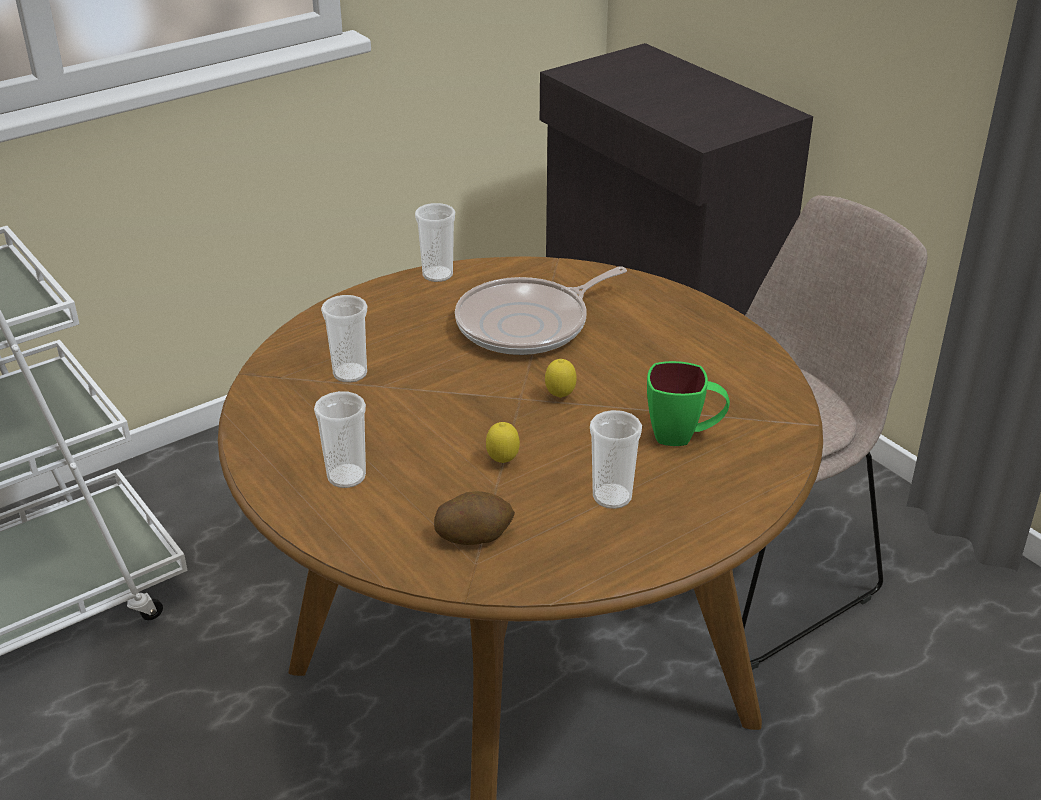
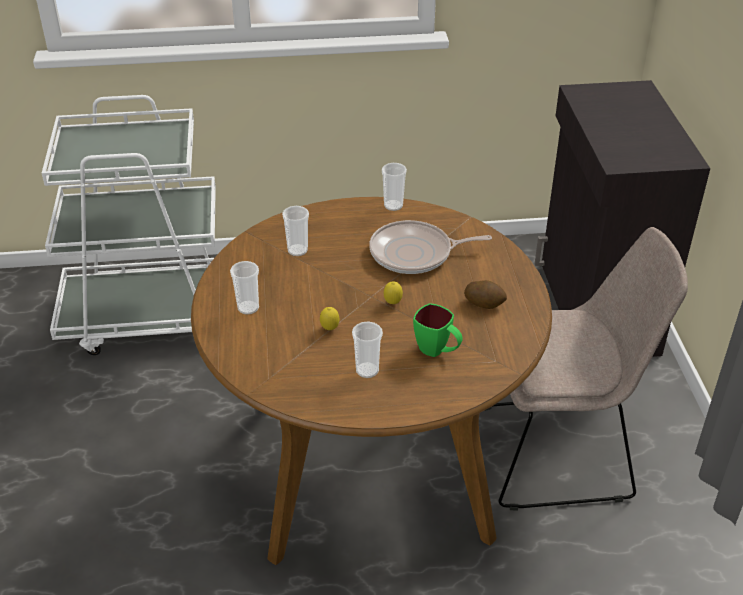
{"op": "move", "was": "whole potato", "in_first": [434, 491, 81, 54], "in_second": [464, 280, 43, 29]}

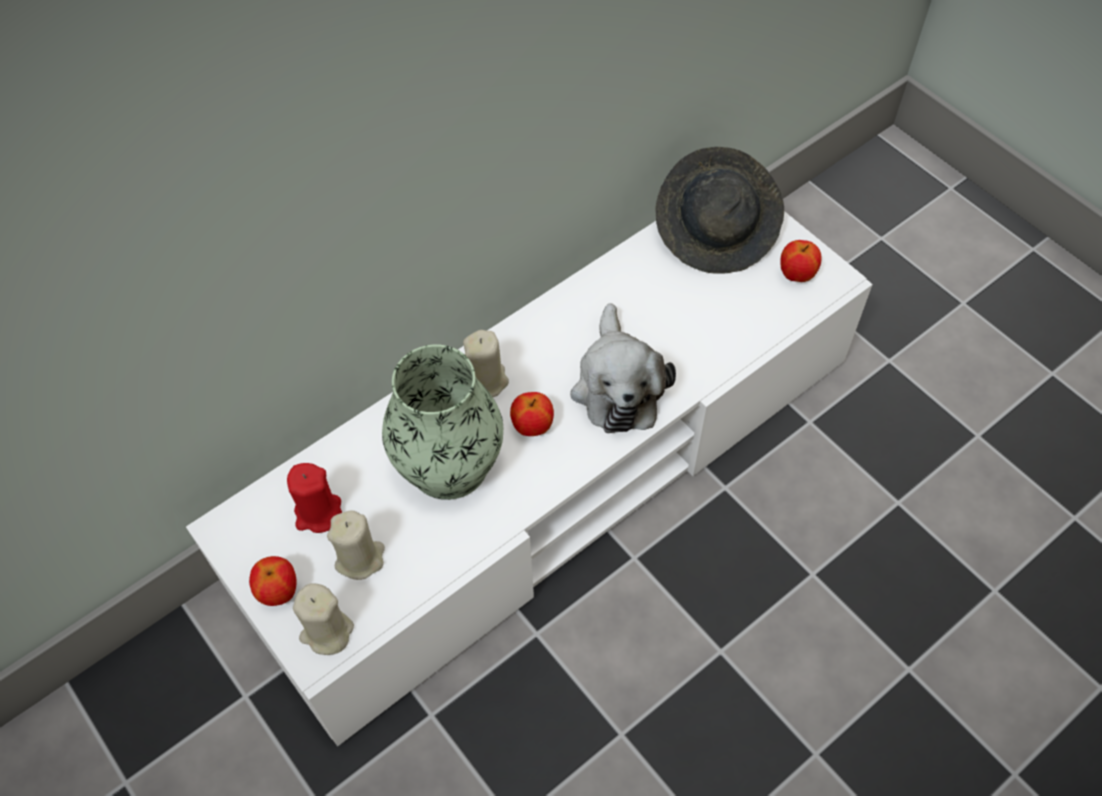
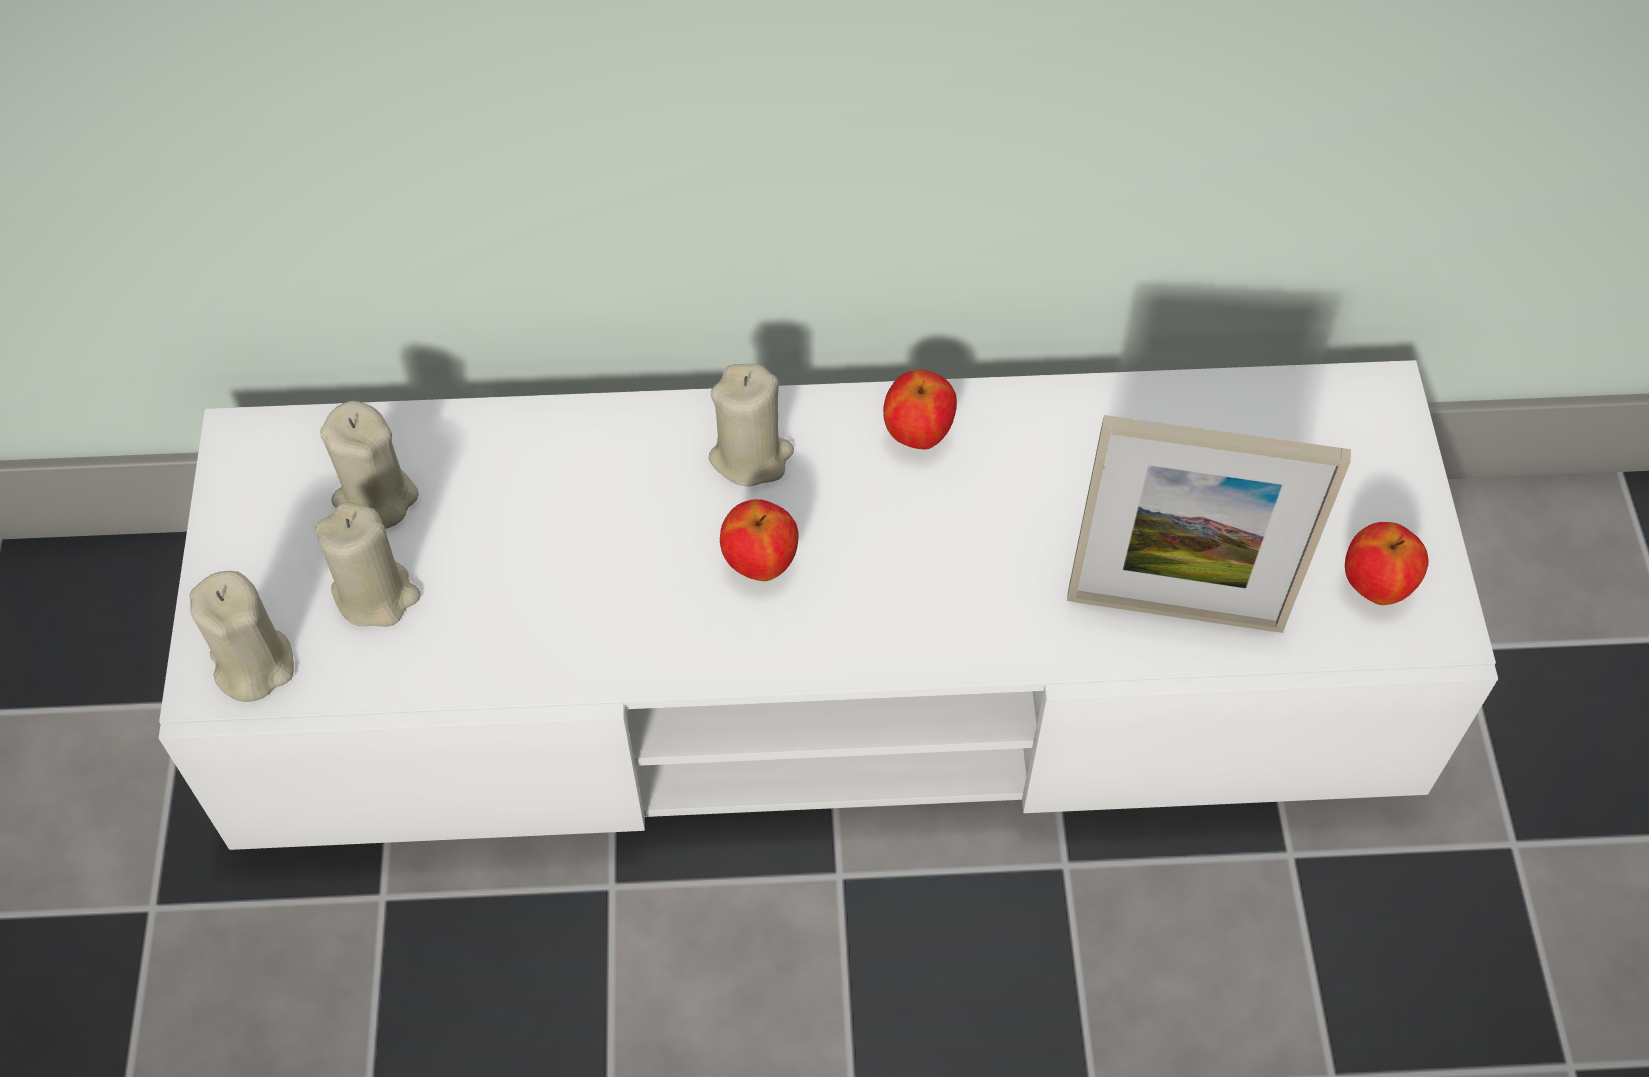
{"op": "delete", "was": "grey hat", "in_first": [656, 147, 128, 127]}
{"op": "delete", "was": "plush toy", "in_first": [570, 303, 106, 130]}
{"op": "delete", "was": "flower vase", "in_first": [382, 344, 121, 156]}
{"op": "recolor", "was": "red wax candle", "now": "beige wax candle", "in_first": [287, 463, 55, 70], "in_second": [320, 401, 99, 128]}
{"op": "move", "was": "apple fruit", "in_first": [249, 556, 48, 50], "in_second": [883, 369, 74, 80]}
{"op": "insert", "now": "standing frame", "in_second": [1067, 415, 284, 218]}

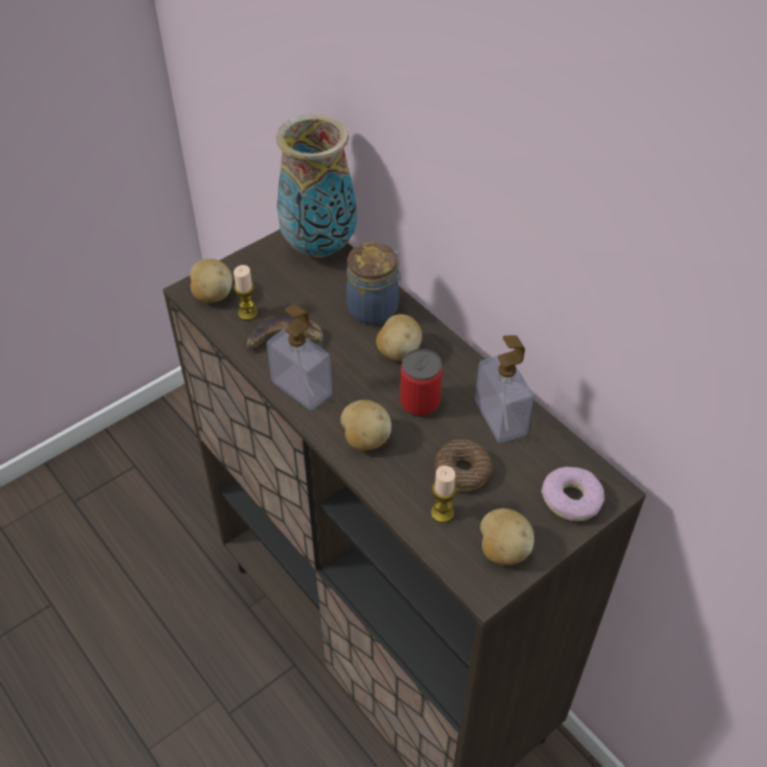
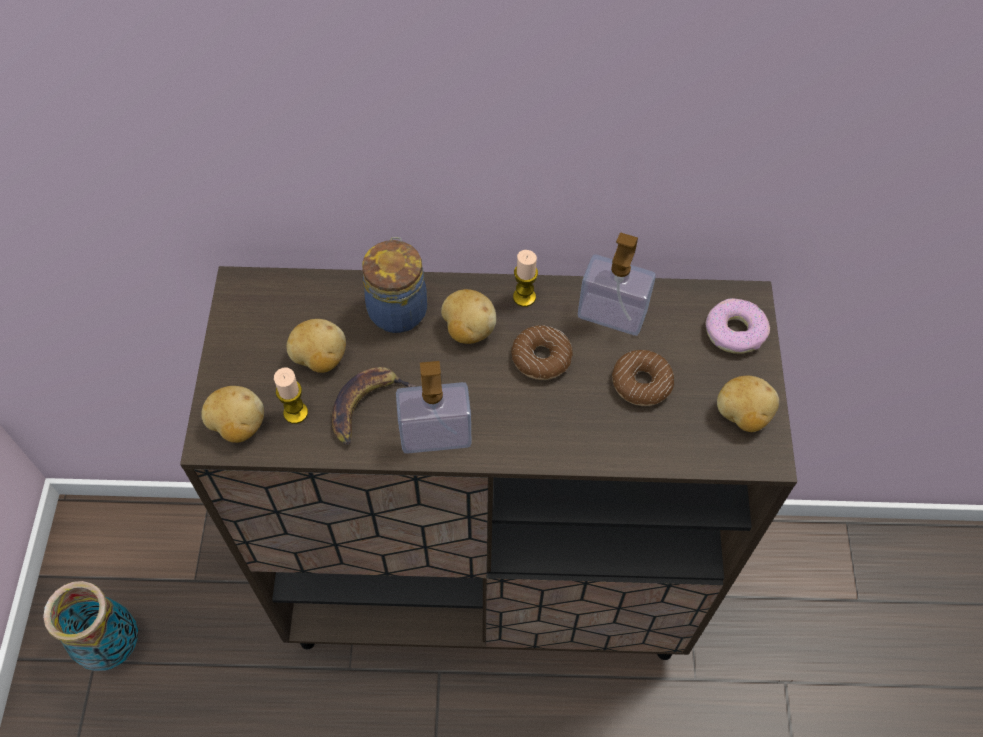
{"op": "move", "was": "flower vase", "in_first": [276, 114, 81, 144], "in_second": [43, 581, 95, 90]}
{"op": "replace", "was": "can", "now": "donut", "in_first": [400, 349, 43, 68], "in_second": [511, 325, 62, 55]}
{"op": "move", "was": "whole potato", "in_first": [341, 400, 50, 50], "in_second": [287, 319, 59, 54]}
{"op": "move", "was": "wax candle", "in_first": [431, 465, 26, 58], "in_second": [513, 250, 25, 57]}

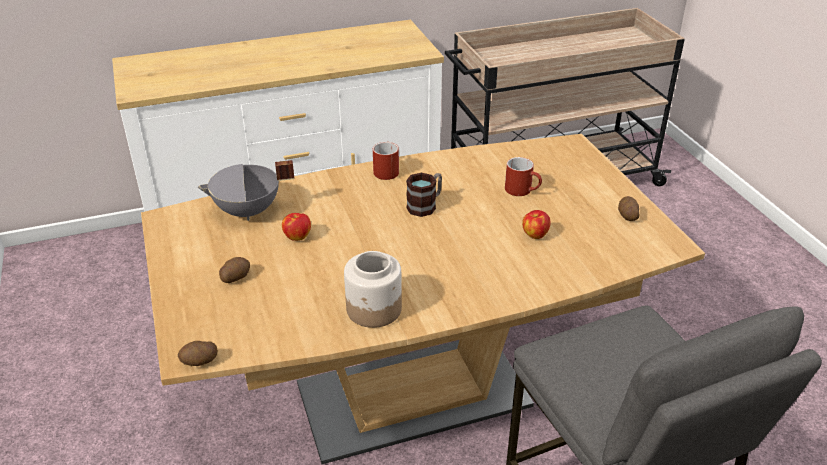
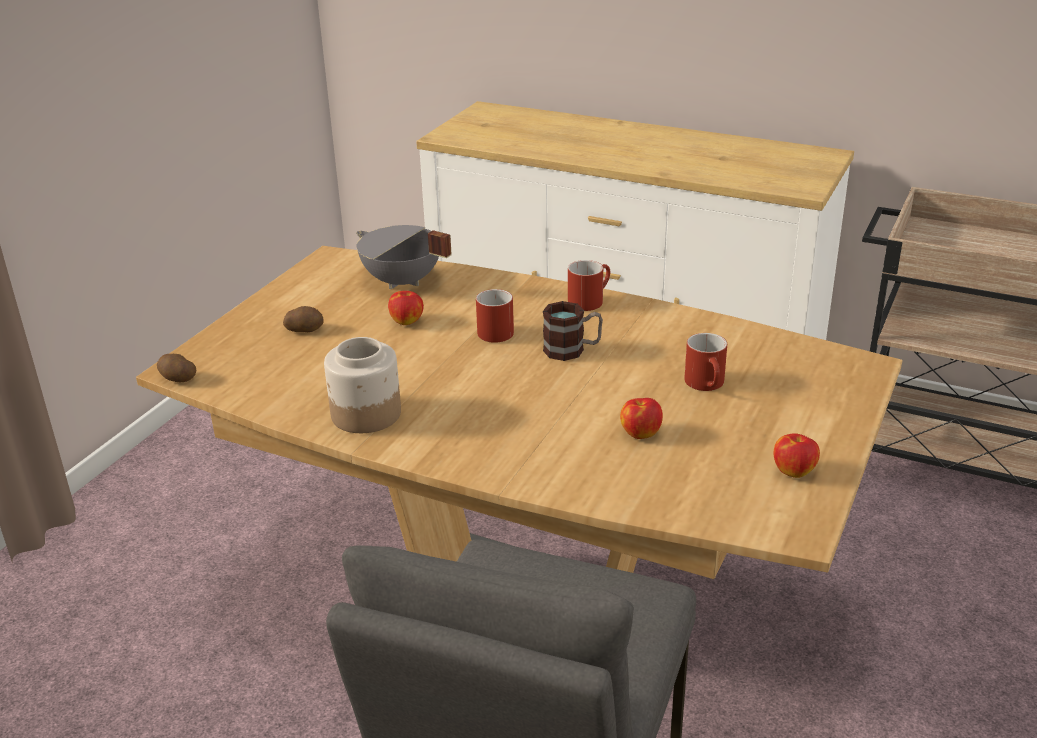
{"op": "replace", "was": "whole potato", "now": "apple fruit", "in_first": [618, 196, 21, 25], "in_second": [773, 433, 47, 45]}
{"op": "insert", "now": "red tea mug", "in_second": [476, 289, 38, 54]}

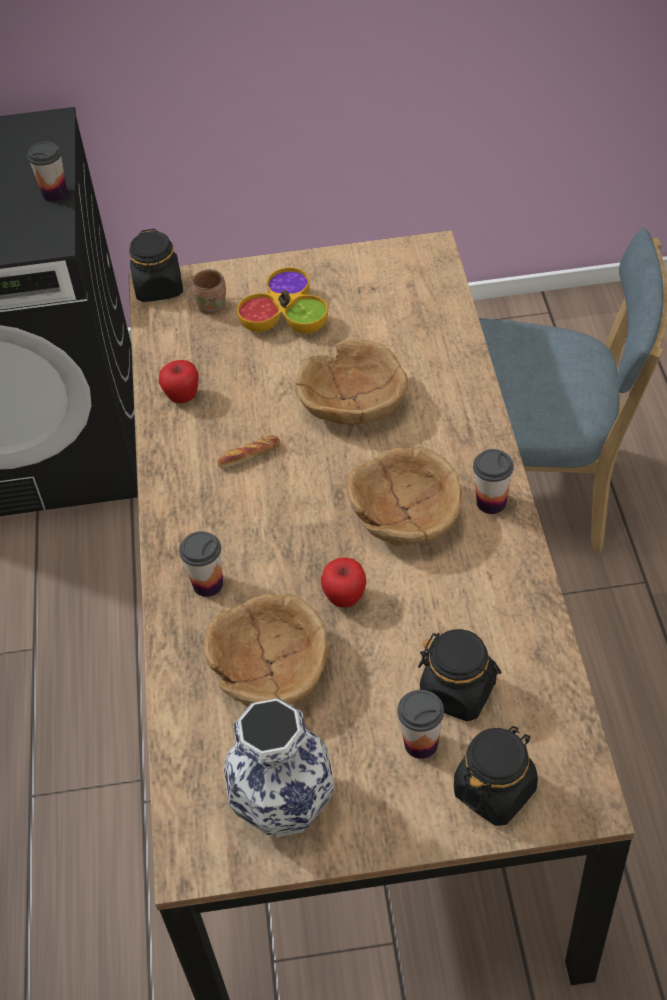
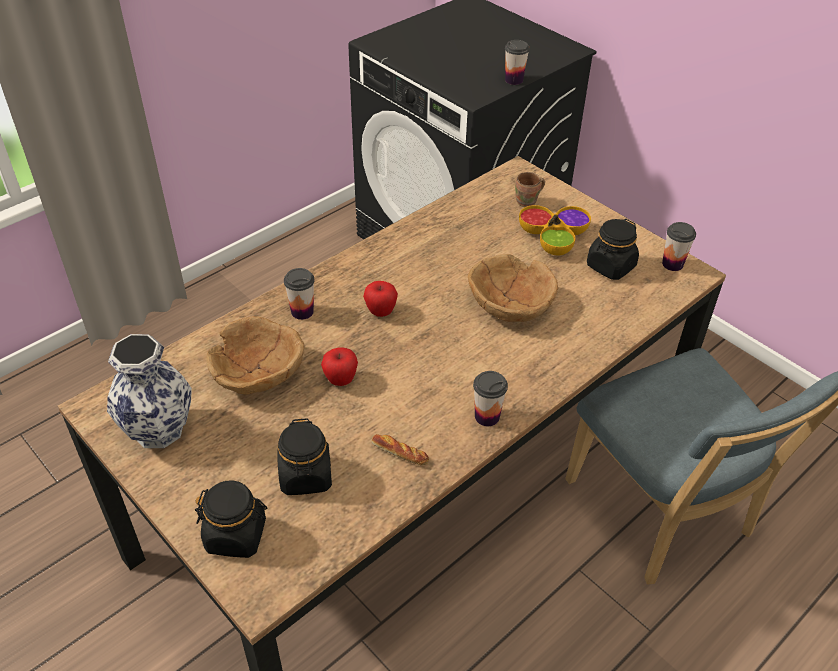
{"op": "move", "was": "black preserve jar", "in_first": [129, 229, 54, 73], "in_second": [587, 219, 52, 61]}
{"op": "move", "was": "apple fruit", "in_first": [159, 360, 40, 43], "in_second": [363, 281, 35, 36]}
{"op": "move", "was": "bakery bread", "in_first": [217, 435, 63, 34], "in_second": [372, 434, 57, 32]}
{"op": "delete", "was": "brownish bowl", "in_first": [347, 447, 115, 99]}
{"op": "move", "was": "drinking cup", "in_first": [397, 690, 47, 69], "in_second": [662, 222, 34, 49]}

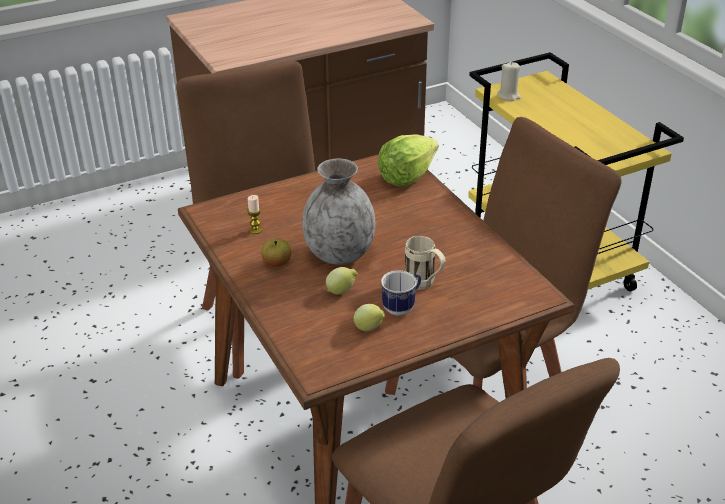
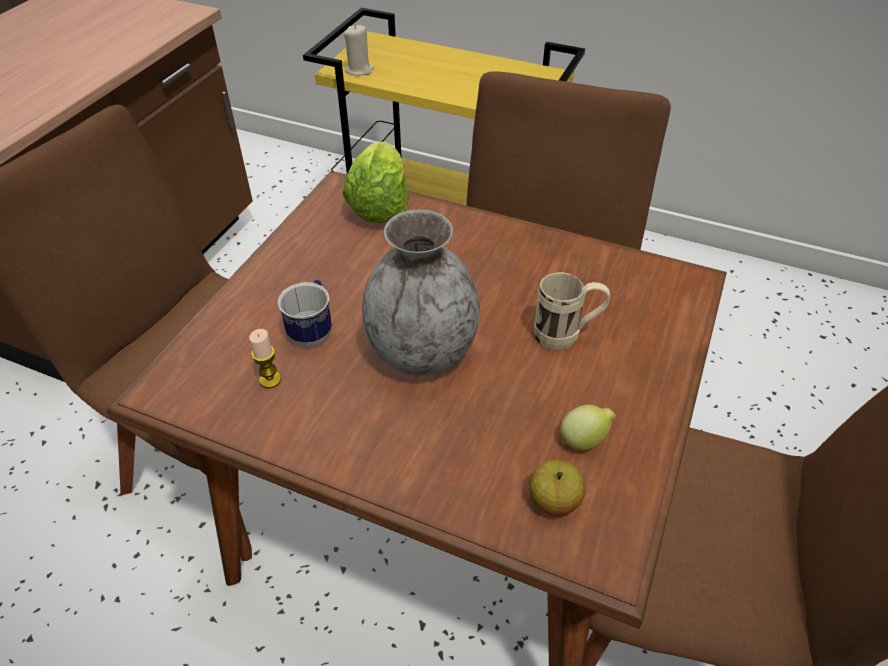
{"op": "move", "was": "apple fruit", "in_first": [261, 239, 30, 28], "in_second": [529, 460, 56, 56]}
{"op": "delete", "was": "lemon", "in_first": [326, 267, 32, 28]}
{"op": "move", "was": "tea mug", "in_first": [381, 270, 40, 45], "in_second": [278, 280, 54, 66]}

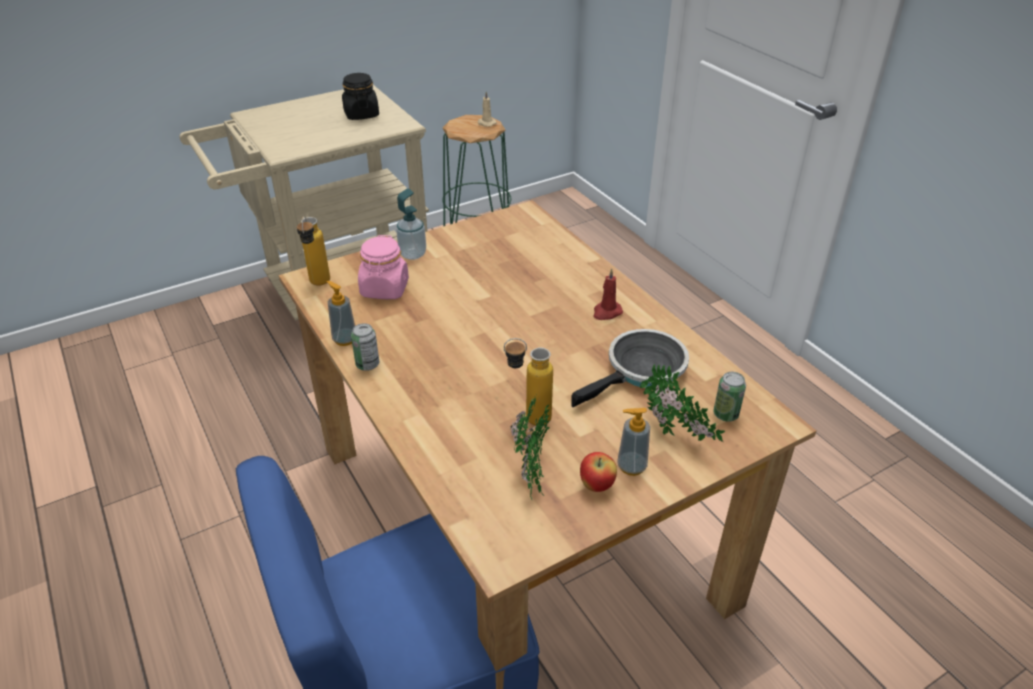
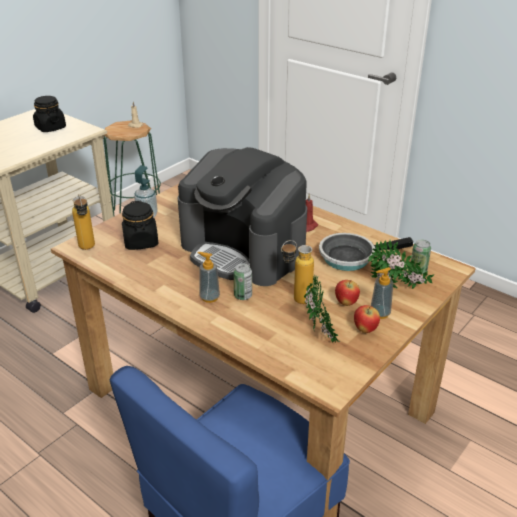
{"op": "recolor", "was": "pink preserve jar", "now": "black preserve jar", "in_first": [358, 235, 51, 64], "in_second": [122, 201, 36, 49]}
{"op": "move", "was": "soap dispenser", "in_first": [327, 281, 28, 65], "in_second": [198, 252, 22, 51]}
{"op": "move", "was": "can", "in_first": [351, 323, 28, 48], "in_second": [233, 263, 19, 37]}
{"op": "rotate", "was": "pan", "in_first": [571, 329, 118, 78], "in_second": [319, 233, 94, 38], "clockwise": -135}
{"op": "insert", "now": "coffee machine", "in_second": [178, 147, 129, 139]}
{"op": "insert", "now": "apple fruit", "in_second": [335, 280, 25, 26]}

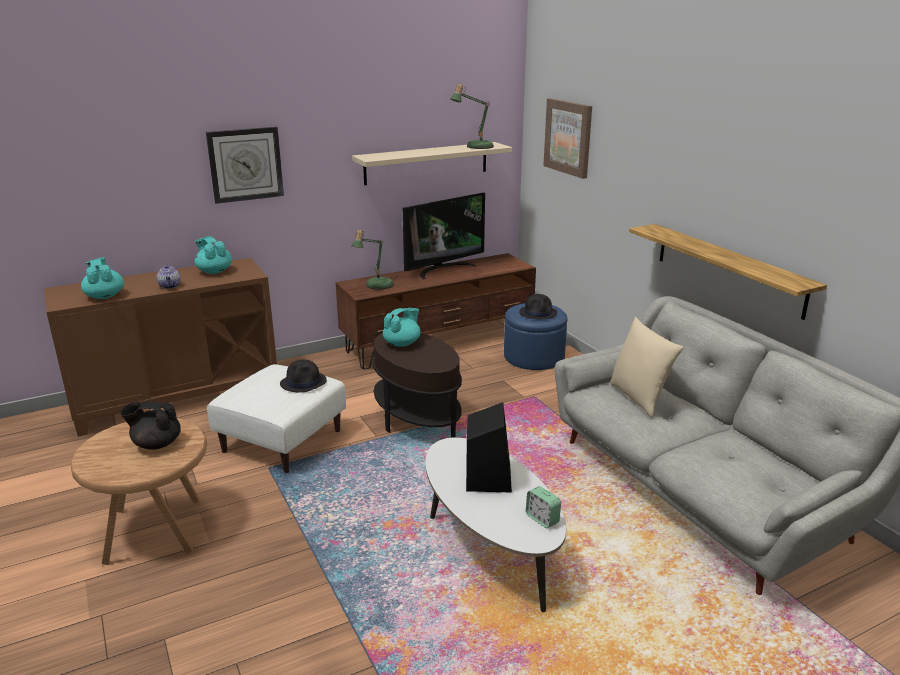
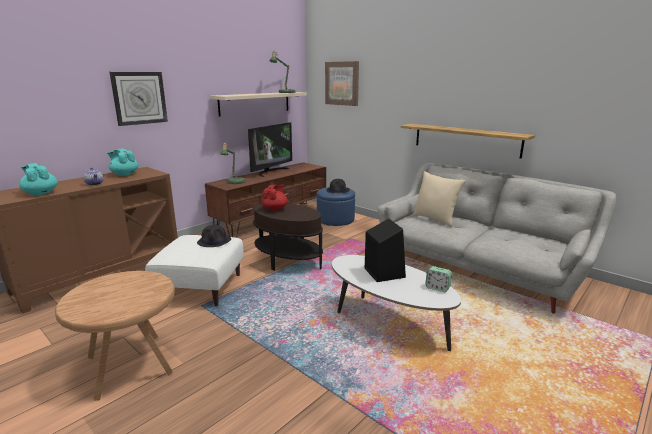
{"op": "recolor", "was": "blue-green teapot", "now": "red teapot", "in_first": [383, 308, 38, 39], "in_second": [262, 185, 26, 26]}
{"op": "delete", "was": "black teapot", "in_first": [120, 401, 61, 49]}

